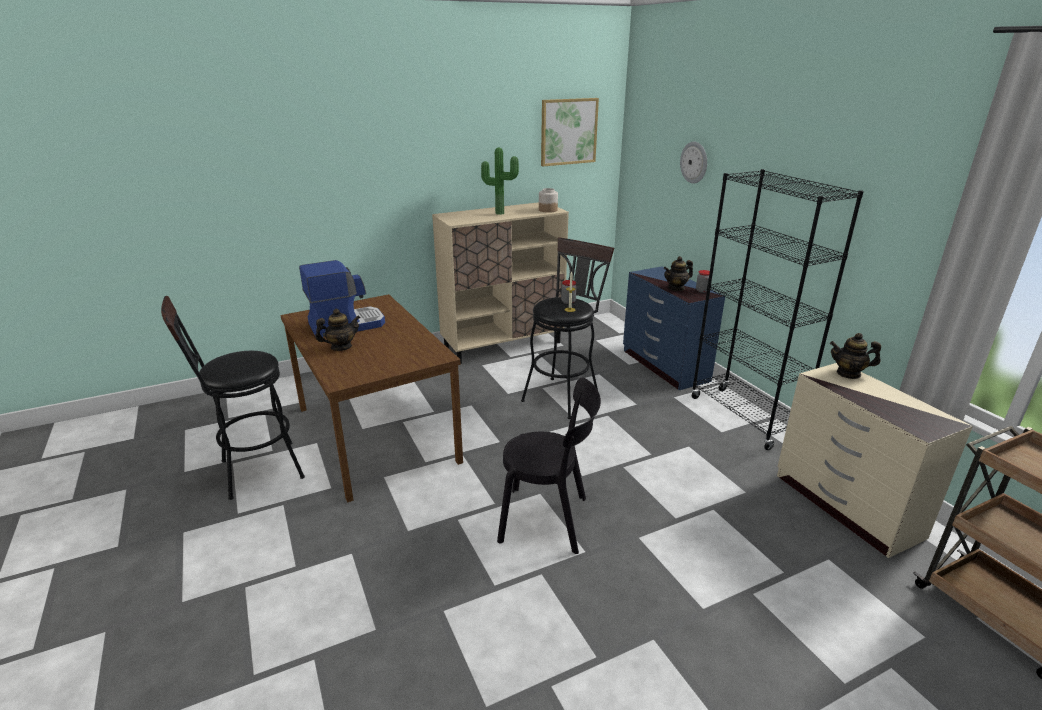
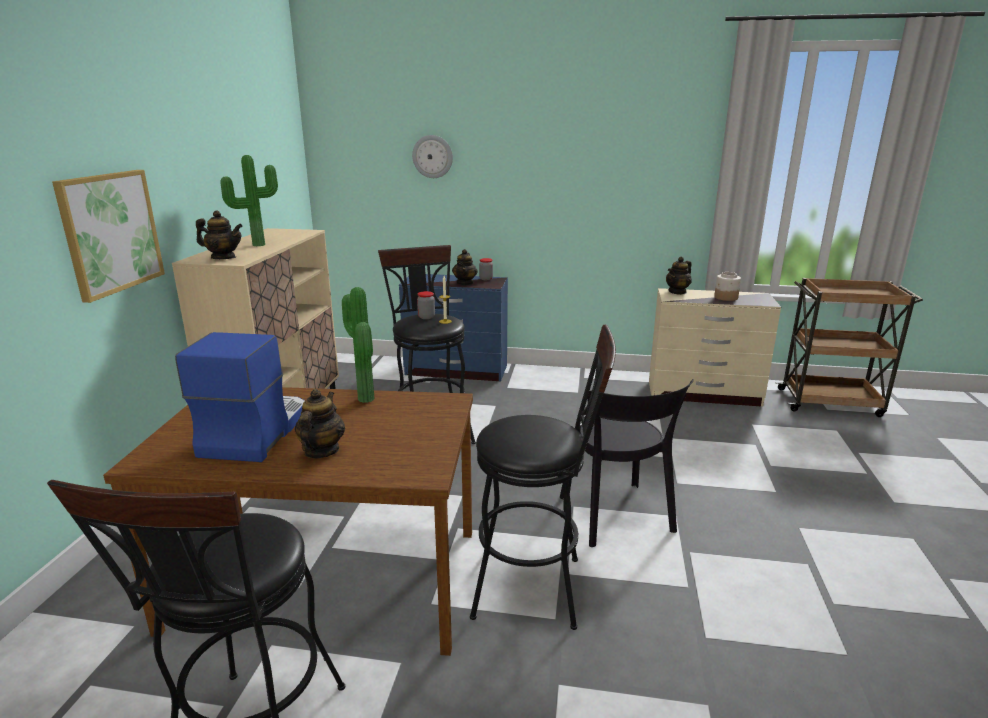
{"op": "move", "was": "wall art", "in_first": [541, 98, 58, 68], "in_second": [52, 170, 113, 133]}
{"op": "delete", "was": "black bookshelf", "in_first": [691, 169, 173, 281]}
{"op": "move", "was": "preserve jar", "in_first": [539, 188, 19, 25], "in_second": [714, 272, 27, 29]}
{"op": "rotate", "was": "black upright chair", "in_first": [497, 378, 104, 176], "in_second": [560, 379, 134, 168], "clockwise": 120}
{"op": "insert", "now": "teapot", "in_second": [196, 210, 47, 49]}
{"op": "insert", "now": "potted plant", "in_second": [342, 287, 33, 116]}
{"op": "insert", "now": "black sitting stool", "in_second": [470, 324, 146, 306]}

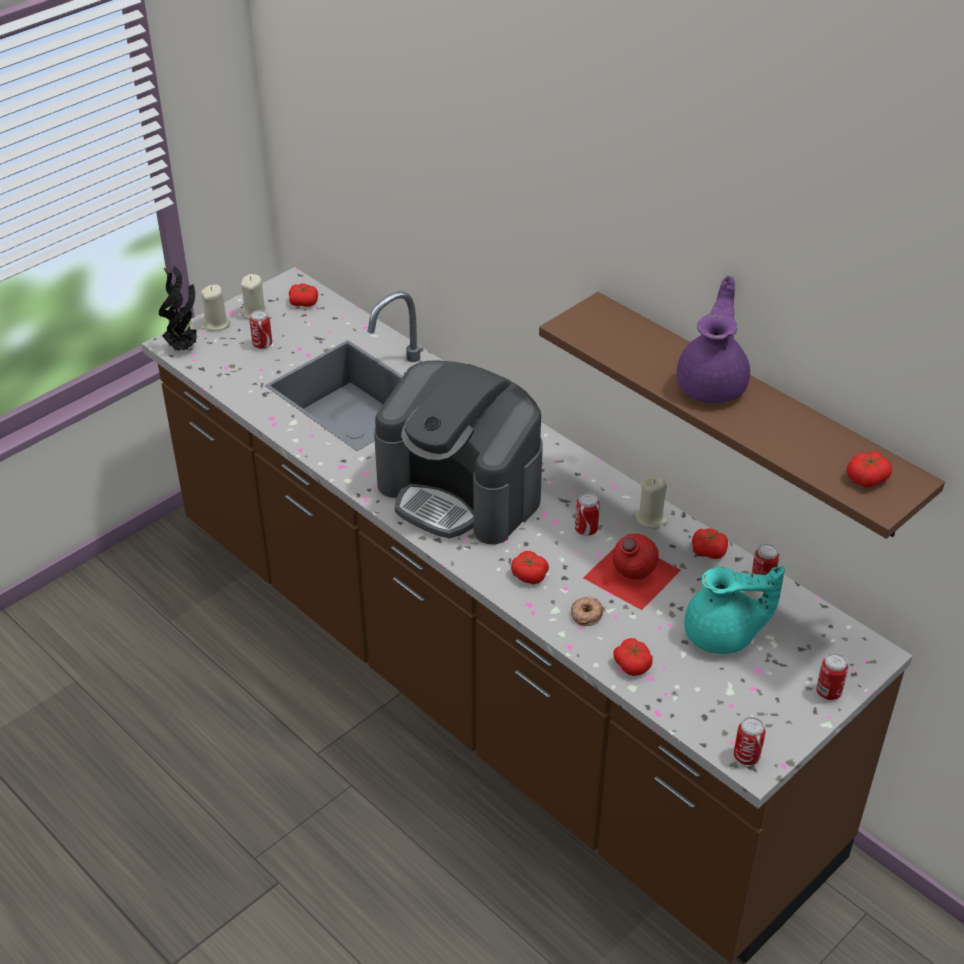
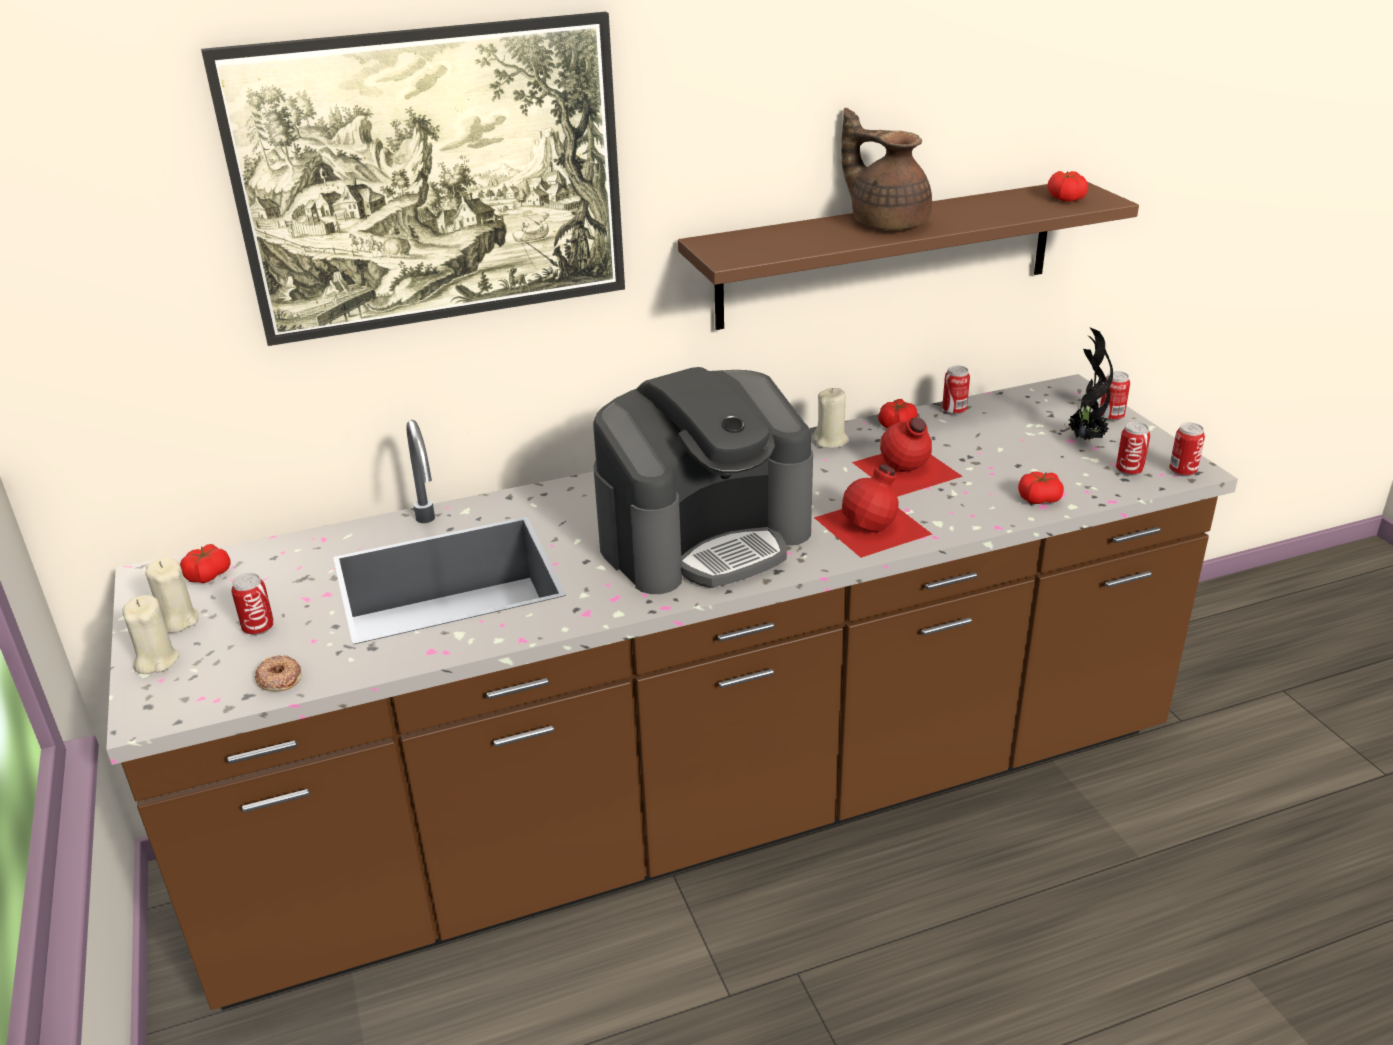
{"op": "move", "was": "potted plant", "in_first": [159, 266, 40, 86], "in_second": [1064, 328, 49, 113]}
{"op": "recolor", "was": "purple teapot", "now": "brownish teapot", "in_first": [676, 276, 74, 127], "in_second": [841, 108, 91, 122]}
{"op": "move", "was": "can", "in_first": [575, 492, 25, 44], "in_second": [1116, 422, 34, 54]}
{"op": "replace", "was": "whole tomato", "now": "red drink bottle", "in_first": [511, 551, 38, 33], "in_second": [814, 464, 118, 94]}
{"op": "delete", "was": "blue-green teapot", "in_first": [684, 566, 101, 88]}
{"op": "move", "was": "donut", "in_first": [571, 597, 32, 29], "in_second": [255, 655, 47, 36]}
{"op": "insert", "now": "wall art", "in_second": [201, 12, 424, 334]}

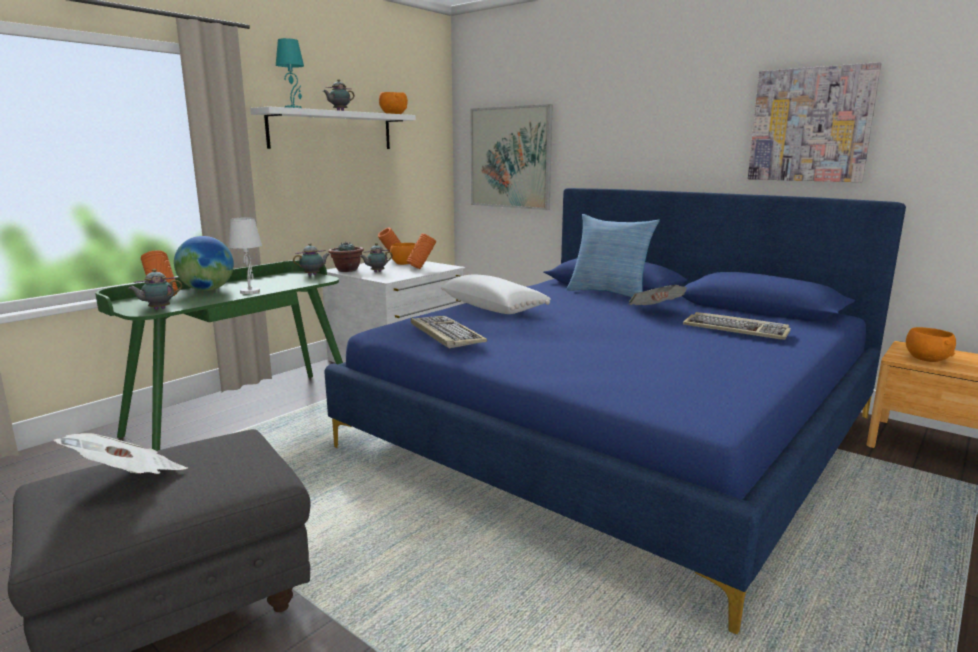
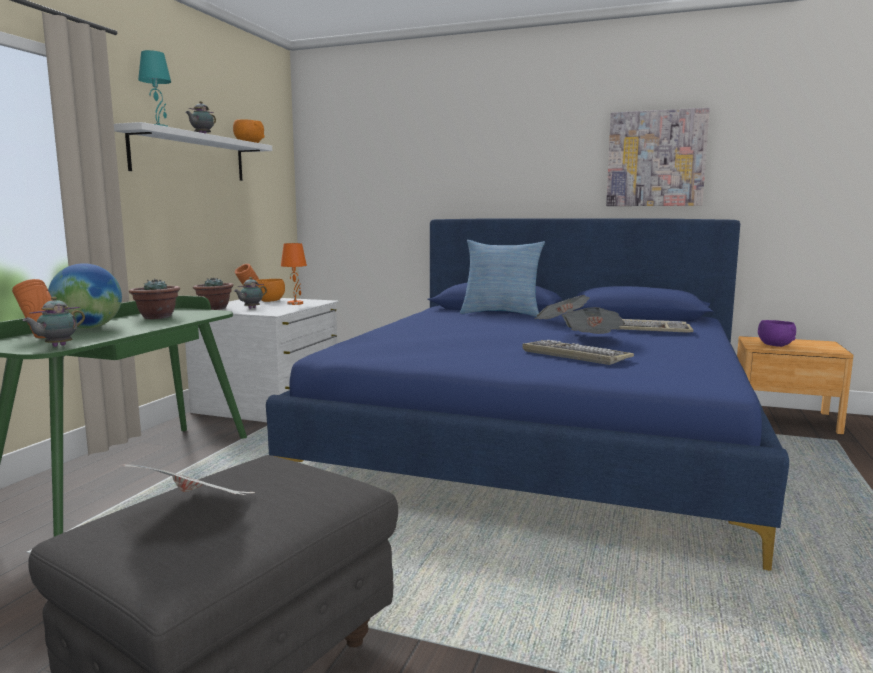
{"op": "delete", "was": "wall art", "in_first": [470, 104, 83, 106]}
{"op": "delete", "was": "white lamp for a table", "in_first": [228, 217, 34, 77]}
{"op": "replace", "was": "orange-coloured flower vase", "now": "orange-coloured lamp for a table", "in_first": [407, 233, 29, 36], "in_second": [281, 243, 26, 62]}
{"op": "delete", "was": "teapot", "in_first": [293, 243, 37, 33]}
{"op": "delete", "was": "white pillow", "in_first": [441, 275, 110, 39]}
{"op": "move", "was": "keyboard", "in_first": [411, 316, 76, 32], "in_second": [522, 340, 112, 25]}
{"op": "recolor", "was": "orange-coloured bowl", "now": "purple bowl", "in_first": [906, 327, 50, 35], "in_second": [758, 320, 38, 27]}
{"op": "insert", "now": "potted plant", "in_second": [129, 279, 51, 40]}
{"op": "insert", "now": "newspaper", "in_second": [562, 307, 63, 27]}

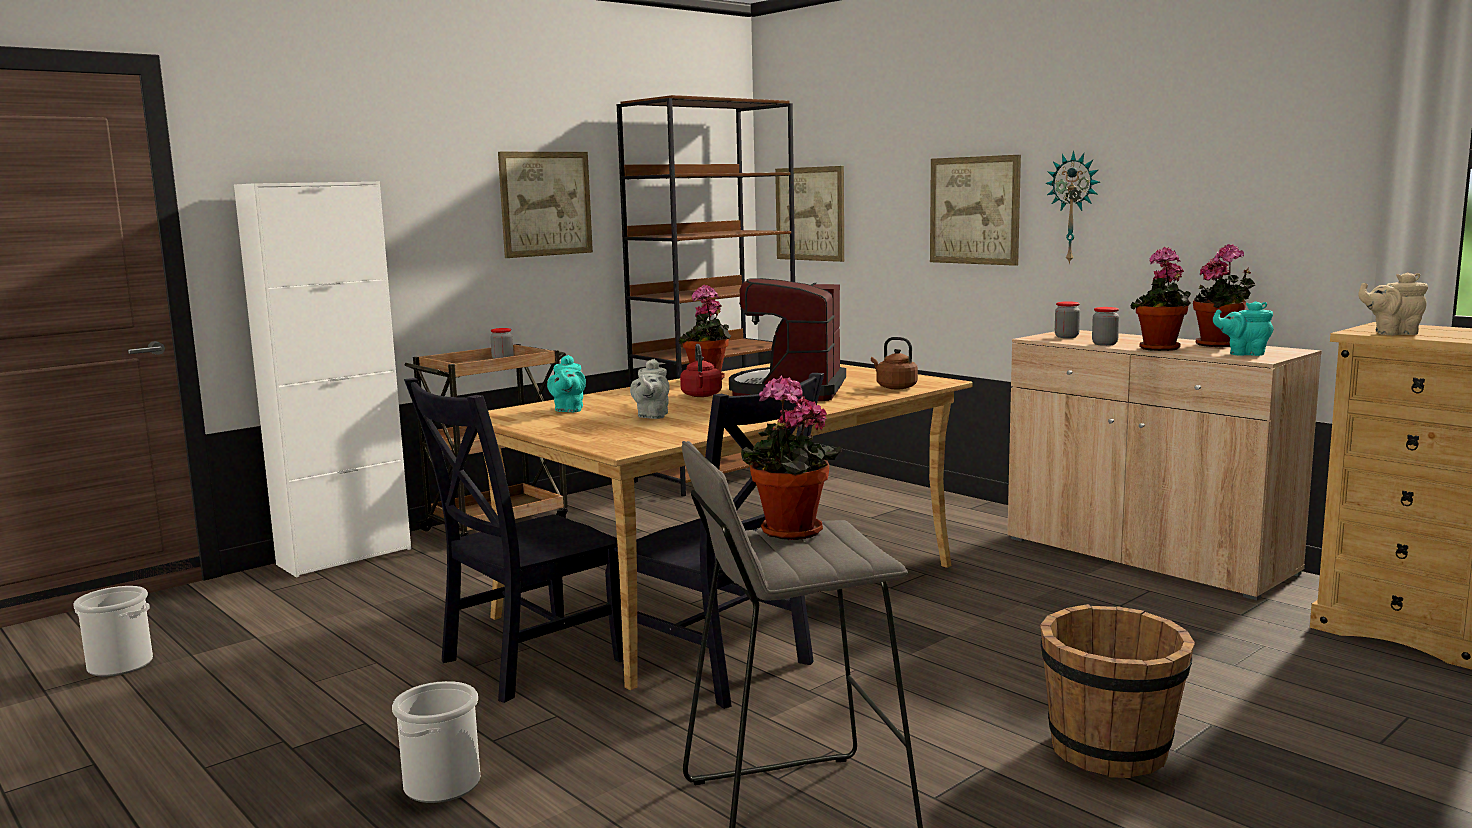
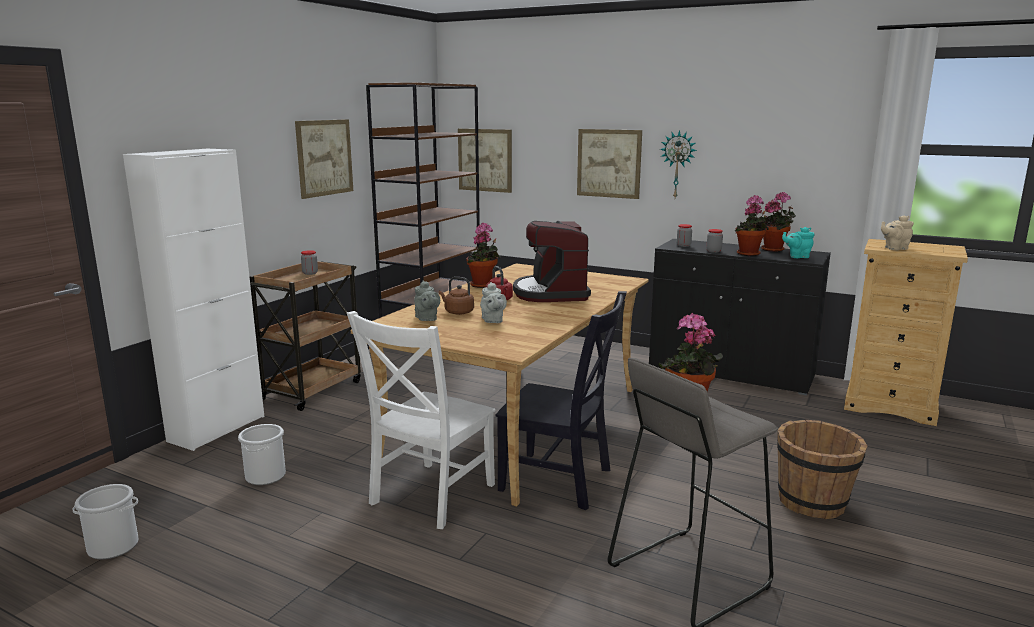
{"op": "recolor", "was": "beige cupboard", "now": "black cupboard", "in_first": [1007, 330, 315, 270], "in_second": [649, 239, 182, 157]}
{"op": "move", "was": "brownish kettle", "in_first": [871, 337, 47, 52], "in_second": [439, 277, 35, 38]}
{"op": "recolor", "was": "blue-green teapot", "now": "grey teapot", "in_first": [547, 355, 39, 57], "in_second": [414, 281, 26, 40]}
{"op": "recolor", "was": "black upright chair", "now": "white upright chair", "in_first": [404, 378, 219, 325], "in_second": [347, 311, 149, 218]}
{"op": "move", "was": "water bucket", "in_first": [392, 681, 88, 122], "in_second": [238, 424, 48, 61]}

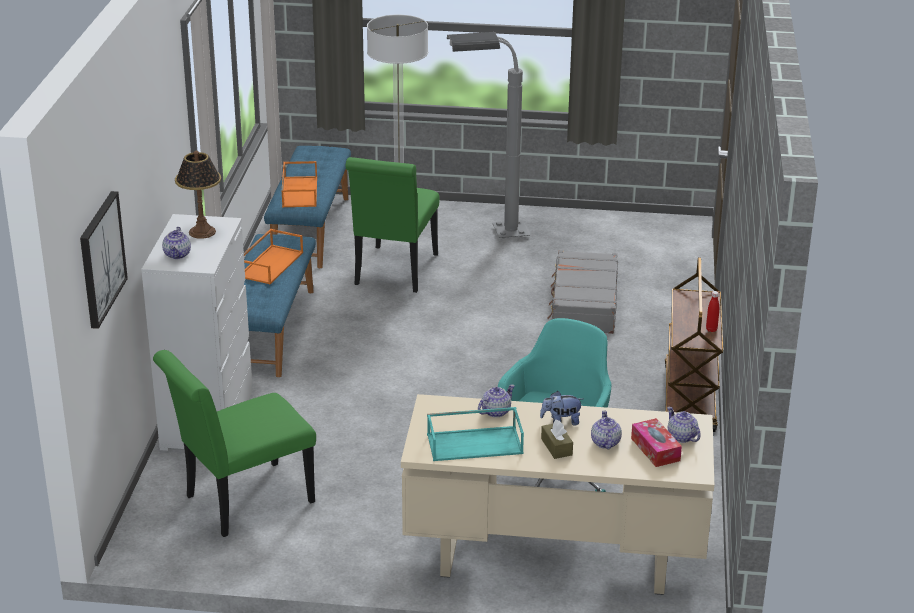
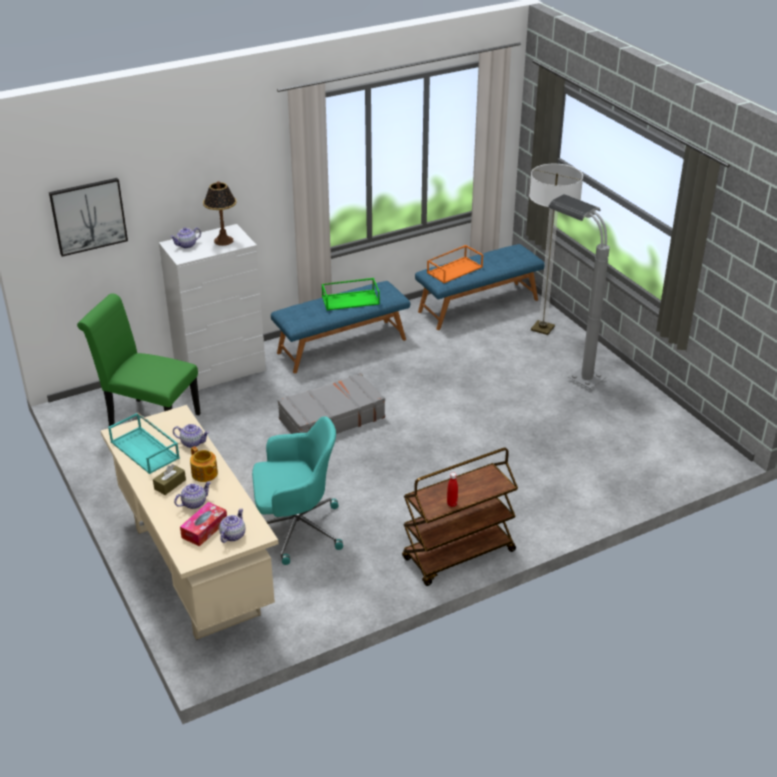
{"op": "delete", "was": "greenish upright chair", "in_first": [345, 157, 95, 136]}
{"op": "recolor", "was": "orange-coloured carrying tray", "now": "greenish carrying tray", "in_first": [244, 229, 59, 55], "in_second": [321, 278, 59, 32]}
{"op": "move", "was": "grey piece of luggage", "in_first": [547, 250, 71, 84], "in_second": [278, 373, 107, 61]}
{"op": "replace", "was": "plush toy", "now": "teapot", "in_first": [540, 391, 43, 35], "in_second": [190, 446, 28, 36]}

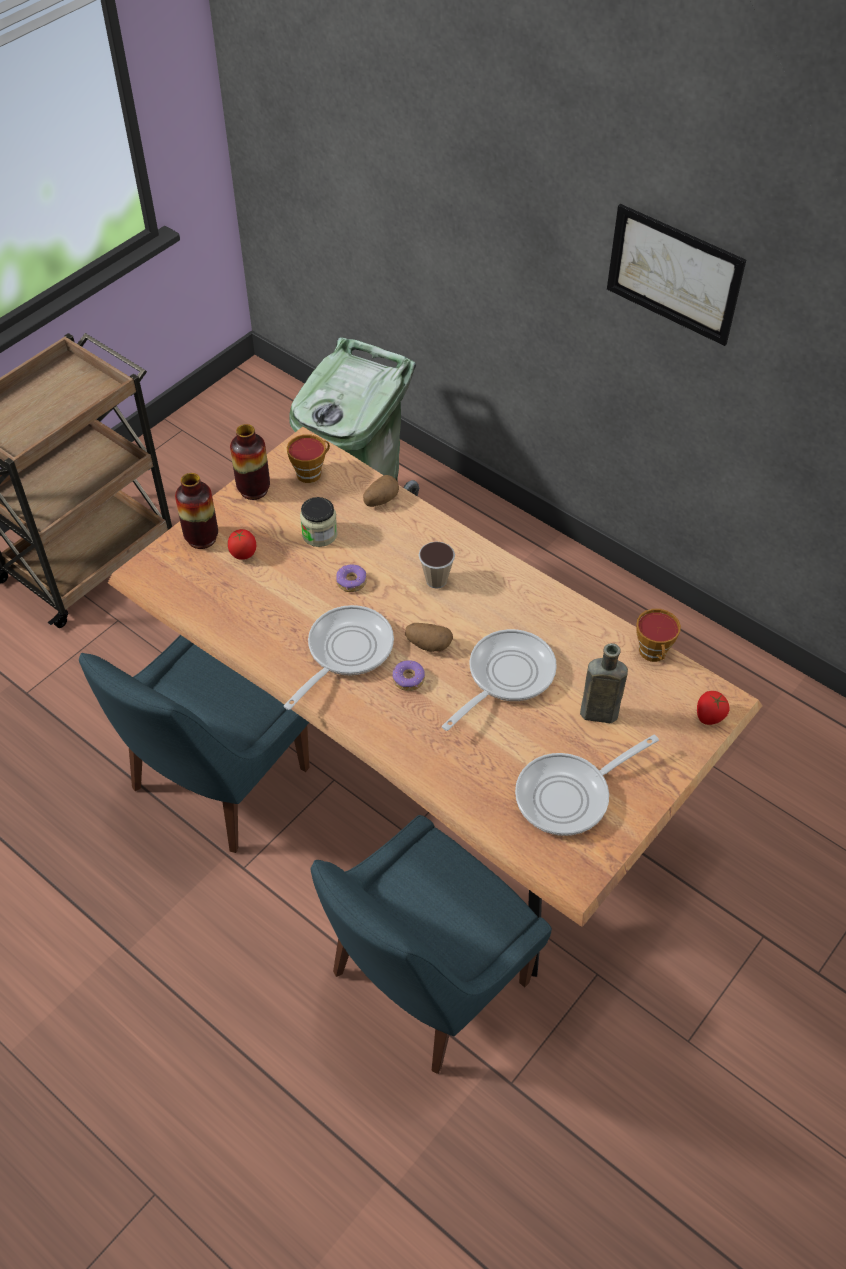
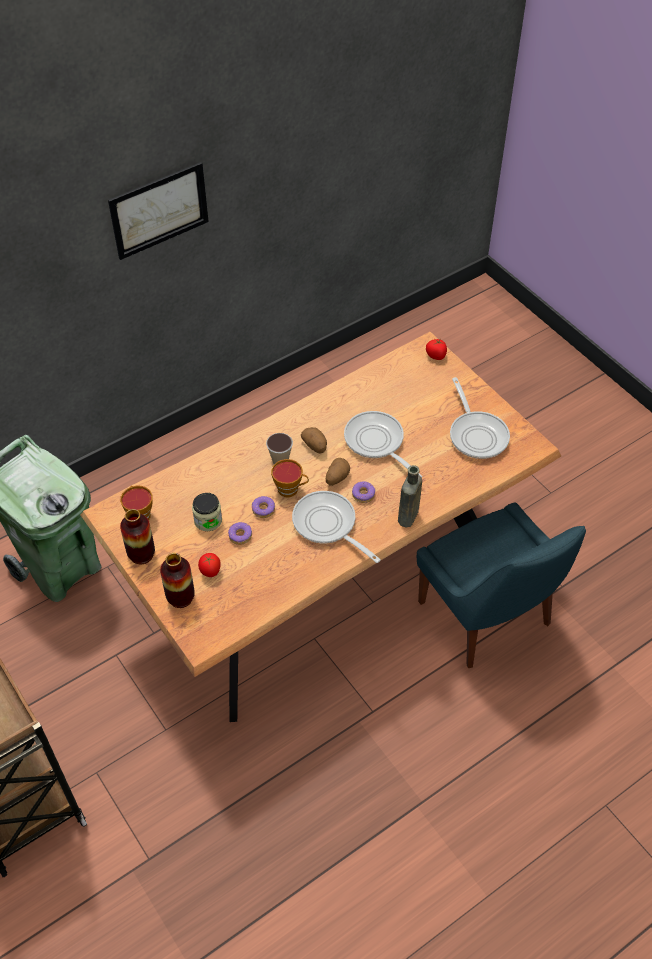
{"op": "move", "was": "whole potato", "in_first": [363, 475, 36, 32], "in_second": [301, 427, 26, 26]}
{"op": "move", "was": "drinking cup", "in_first": [636, 609, 45, 53], "in_second": [271, 459, 38, 38]}
{"op": "delete", "was": "blue upright chair", "in_first": [79, 635, 230, 218]}
{"op": "move", "was": "brownish drink bottle", "in_first": [580, 643, 48, 80], "in_second": [398, 465, 24, 63]}
{"op": "insert", "now": "donut", "in_second": [228, 522, 24, 23]}

